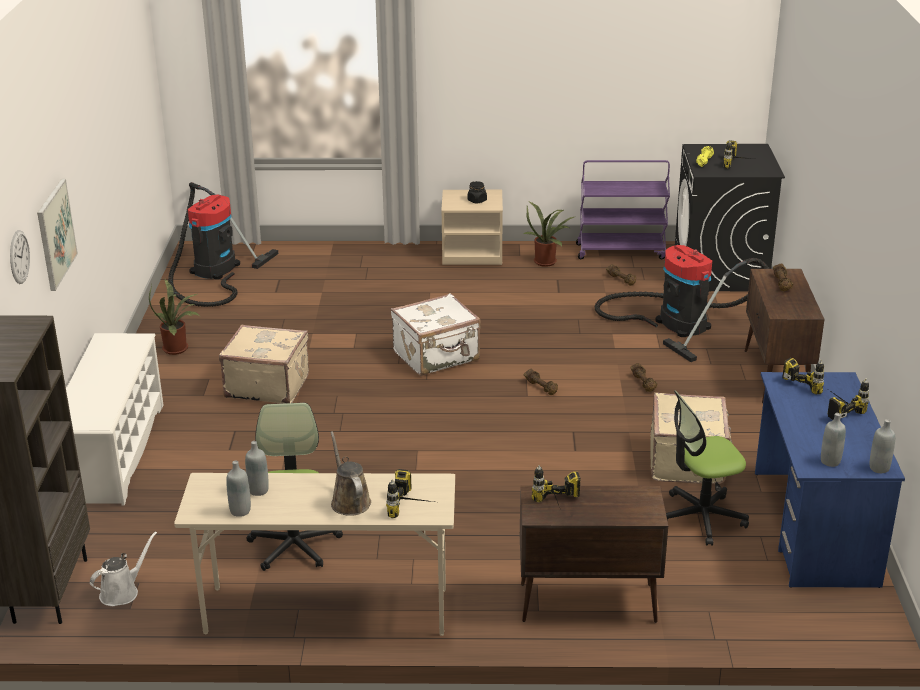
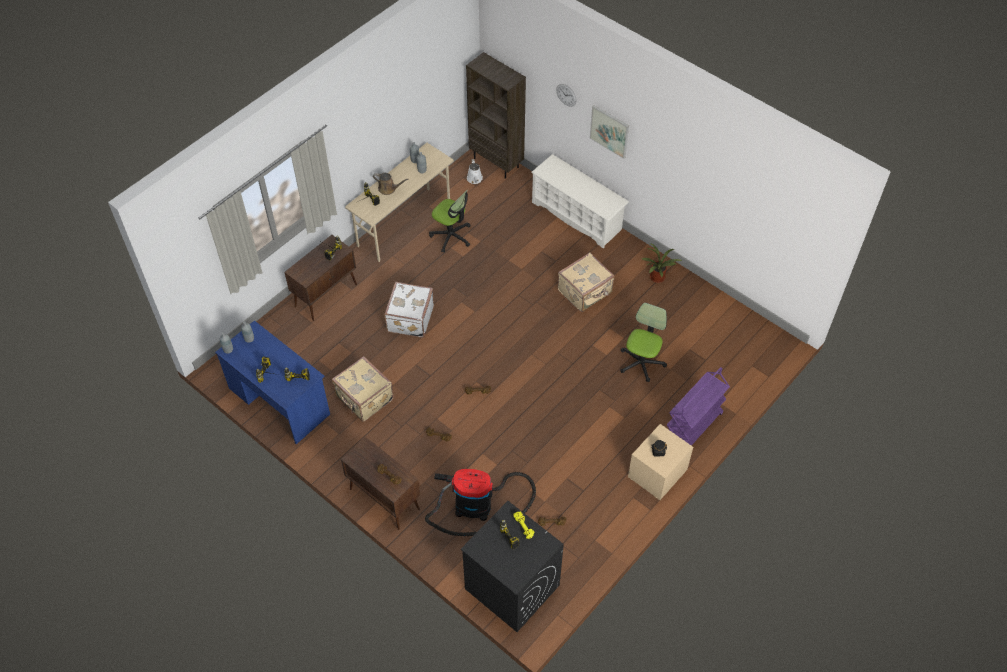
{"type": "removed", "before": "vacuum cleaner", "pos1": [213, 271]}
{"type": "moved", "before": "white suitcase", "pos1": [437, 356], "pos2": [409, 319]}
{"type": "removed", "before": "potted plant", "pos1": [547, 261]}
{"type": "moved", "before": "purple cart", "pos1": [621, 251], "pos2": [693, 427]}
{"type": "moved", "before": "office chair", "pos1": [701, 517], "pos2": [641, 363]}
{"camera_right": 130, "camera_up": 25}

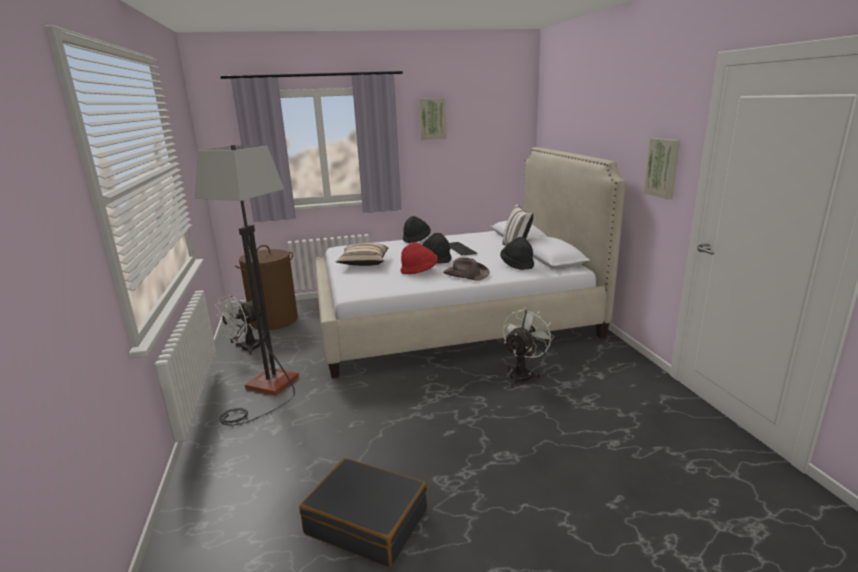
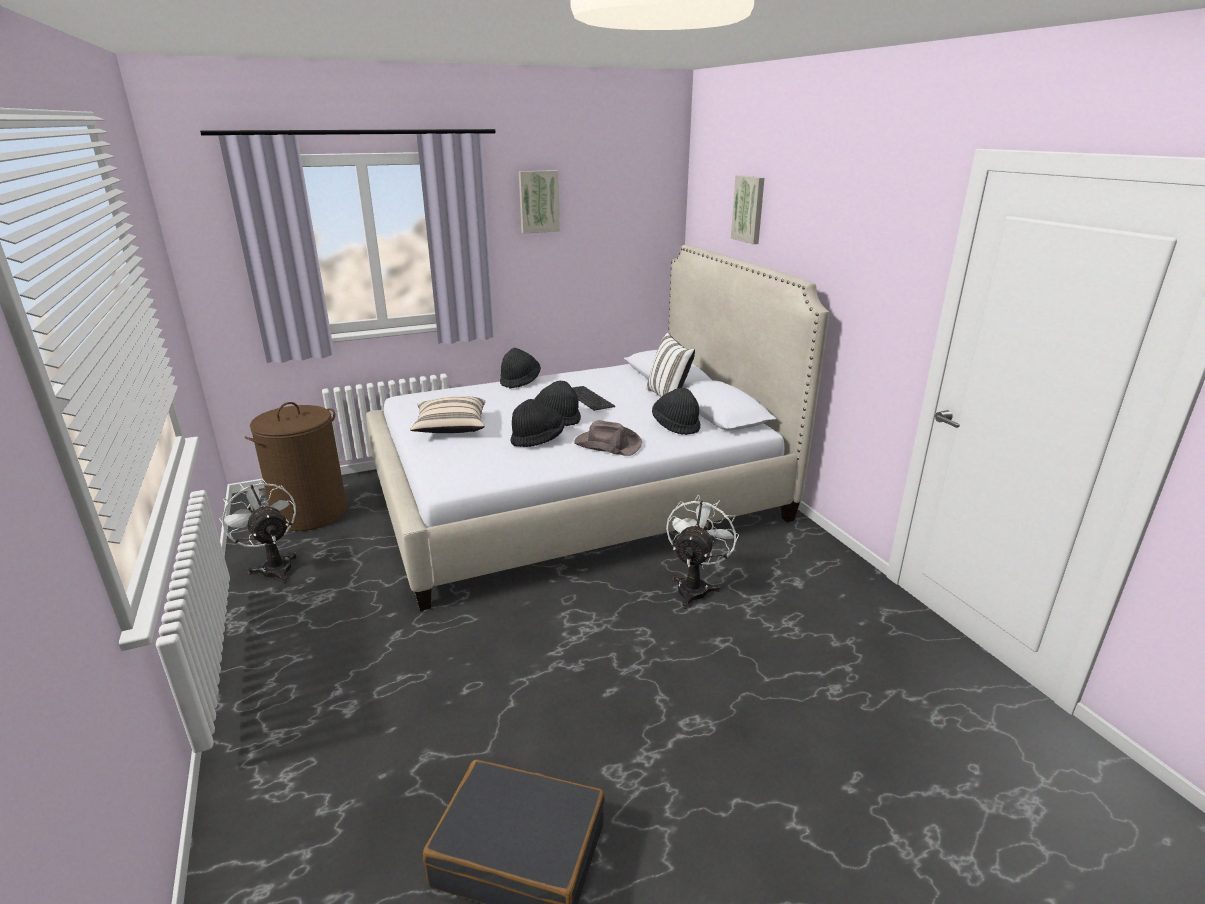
{"type": "removed", "before": "floor lamp", "pos1": [267, 390]}
{"type": "turned", "before": "white fan", "pos1": [246, 349], "pos2": [274, 566], "turn": 105}
{"type": "recoloured", "before": "red hat", "after": "black hat", "pos1": [419, 271], "pos2": [538, 440]}
{"type": "moved", "before": "picture", "pos1": [663, 168], "pos2": [749, 209]}
{"camera_right": -10, "camera_up": 5}

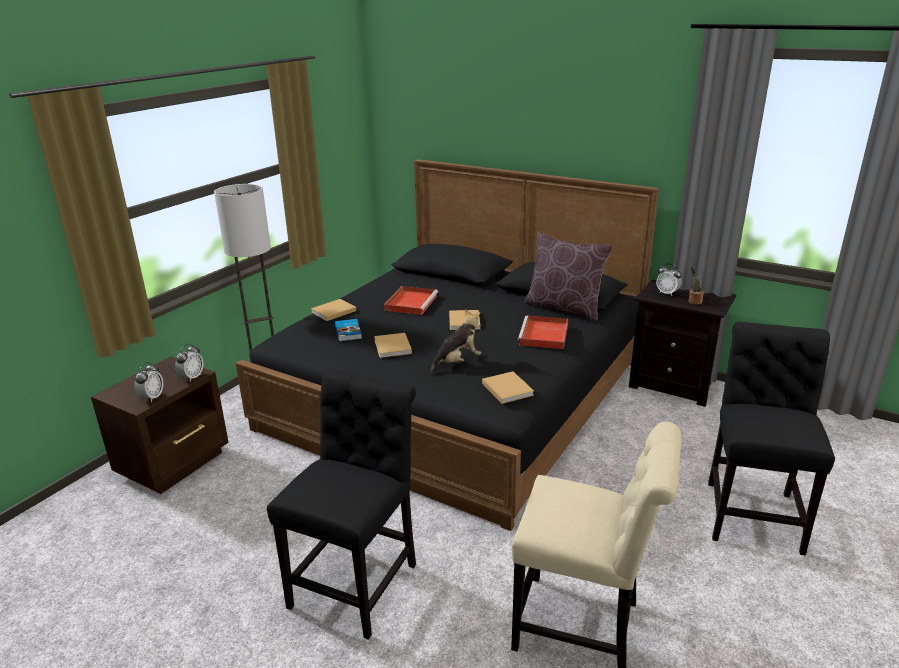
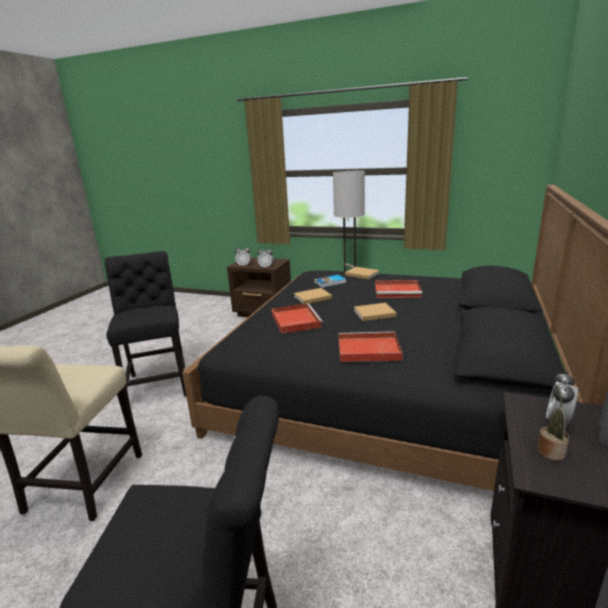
{"type": "turned", "before": "black chair", "pos1": [358, 581], "pos2": [158, 383], "turn": -120}
{"type": "replaced", "before": "plush toy", "after": "red tray", "pos1": [457, 362], "pos2": [295, 320]}
{"type": "removed", "before": "beige book", "pos1": [506, 388]}
{"type": "removed", "before": "brown pillow", "pos1": [564, 307]}
{"camera_right": 80, "camera_up": -5}

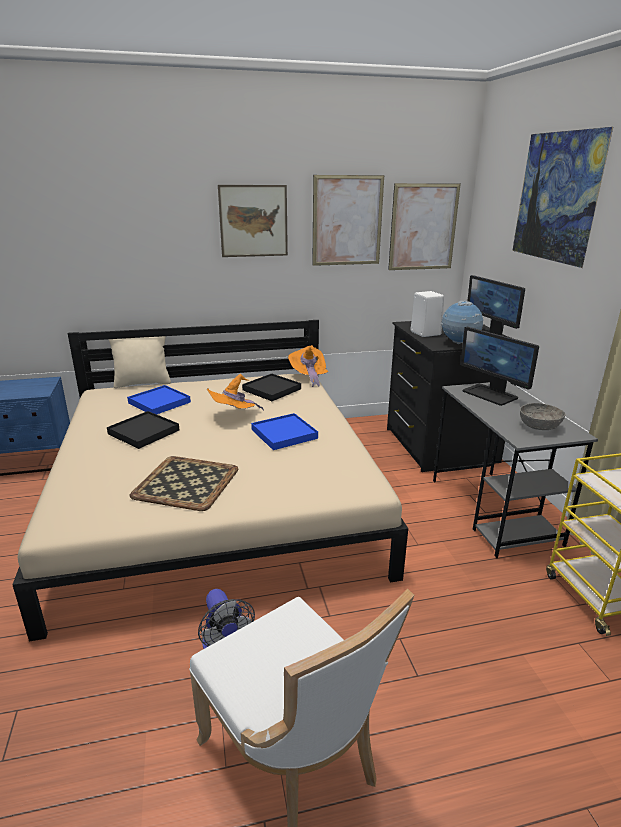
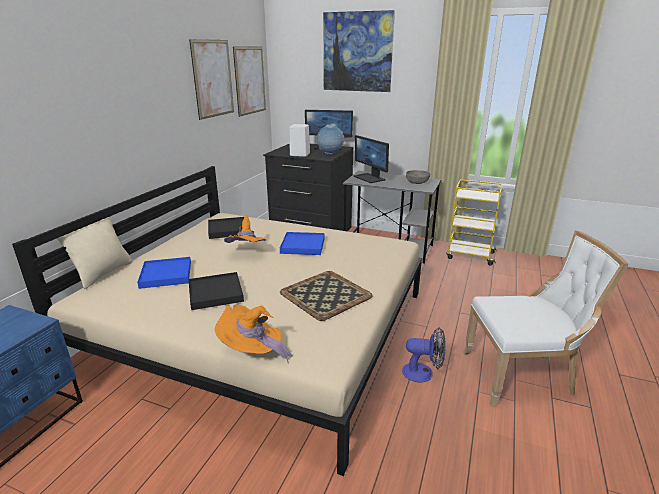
{"type": "removed", "before": "picture", "pos1": [253, 221]}
{"type": "moved", "before": "orange hat", "pos1": [308, 377], "pos2": [253, 351]}
{"type": "turned", "before": "monitor", "pos1": [490, 394], "pos2": [369, 178], "turn": 60}
{"camera_right": -55, "camera_up": 0}

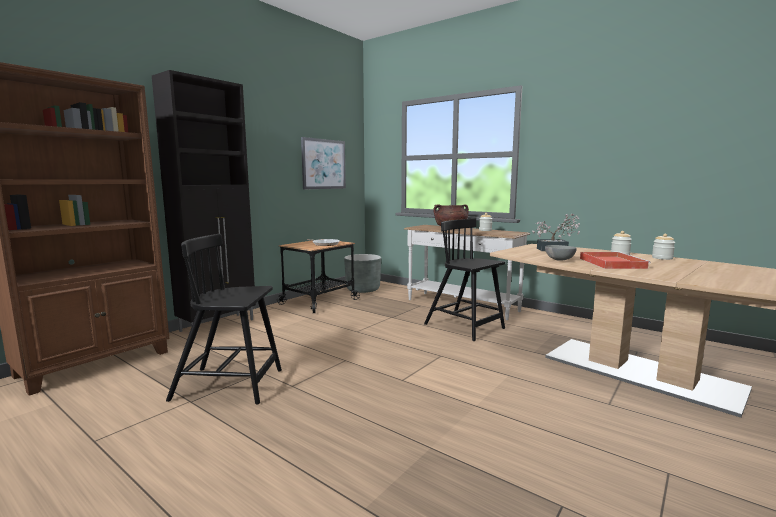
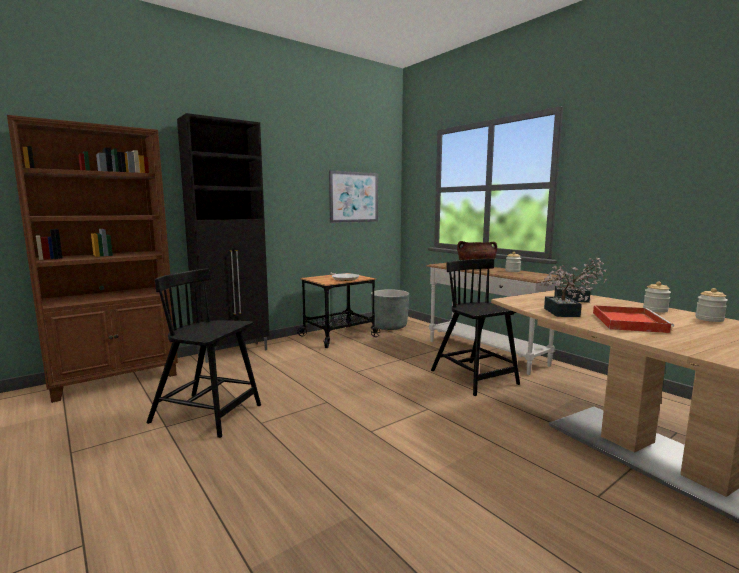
{"type": "replaced", "before": "grey bowl", "after": "potted plant", "pos1": [558, 260], "pos2": [562, 313]}
{"camera_right": 15, "camera_up": 0}

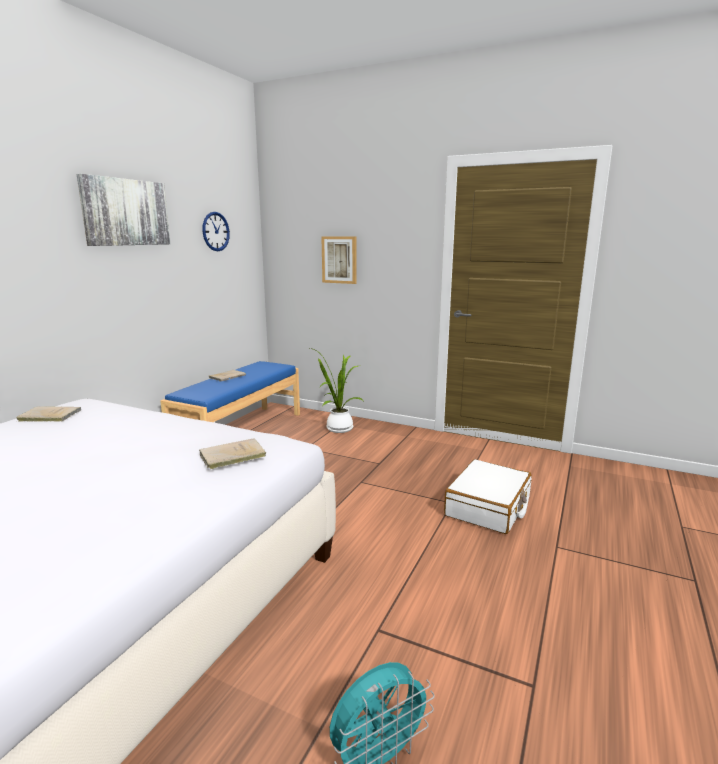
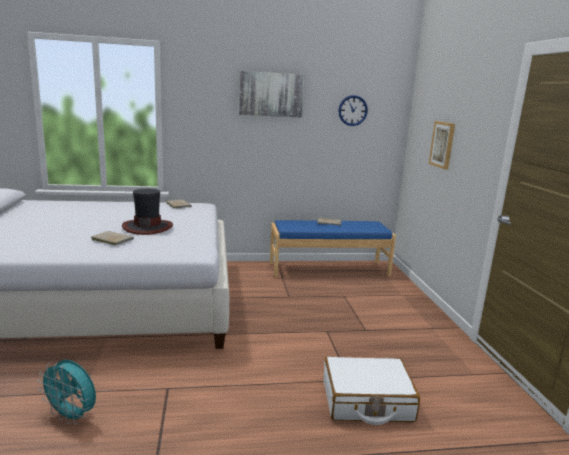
{"type": "moved", "before": "beige book", "pos1": [230, 456], "pos2": [111, 239]}
{"type": "removed", "before": "potted plant", "pos1": [337, 428]}
{"type": "added", "after": "hat", "pos2": [147, 227]}
{"camera_right": 55, "camera_up": 0}

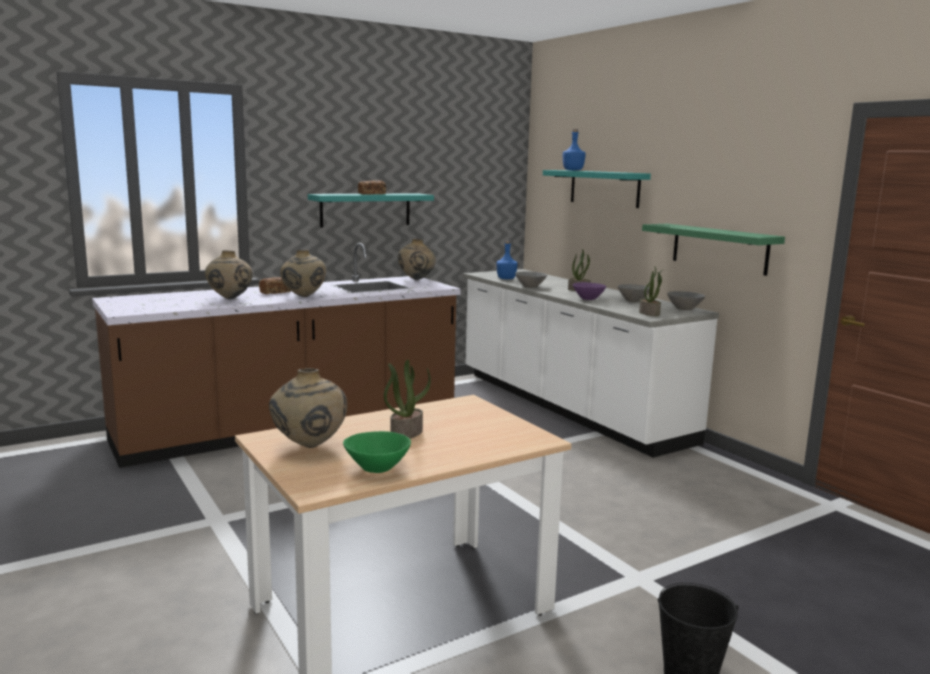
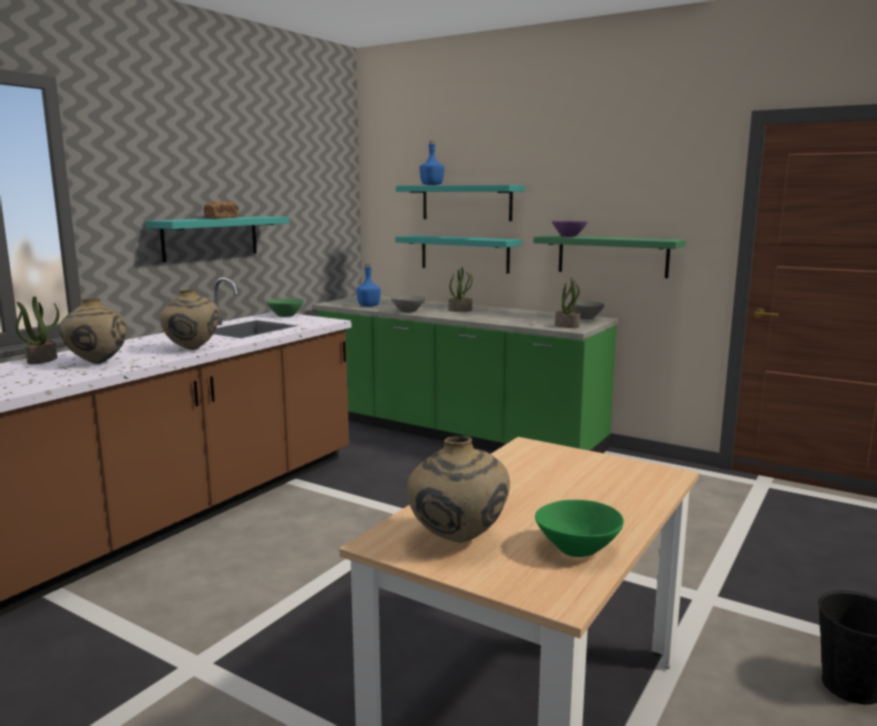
{"type": "removed", "before": "bread", "pos1": [275, 292]}
{"type": "moved", "before": "potted plant", "pos1": [406, 433], "pos2": [42, 360]}
{"type": "replaced", "before": "beige vase", "after": "green bowl", "pos1": [416, 279], "pos2": [285, 315]}
{"type": "recoloured", "before": "white counter", "after": "green counter", "pos1": [568, 406], "pos2": [455, 433]}
{"type": "moved", "before": "purple bowl", "pos1": [588, 298], "pos2": [568, 236]}
{"type": "removed", "before": "grey bowl", "pos1": [633, 300]}
{"type": "added", "after": "turquoise shelf", "pos2": [464, 253]}
{"camera_right": -25, "camera_up": 0}

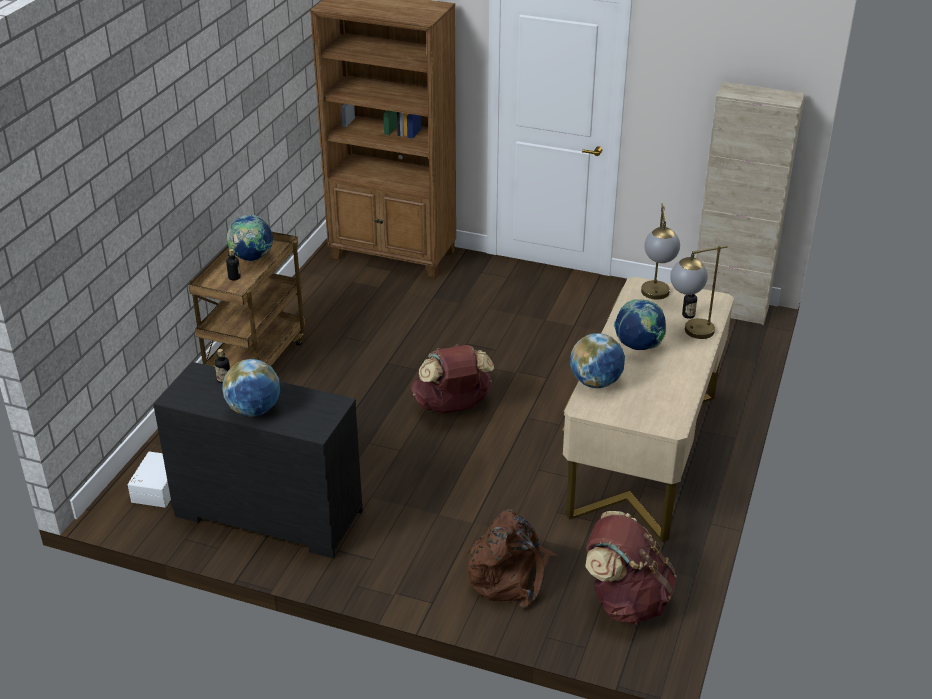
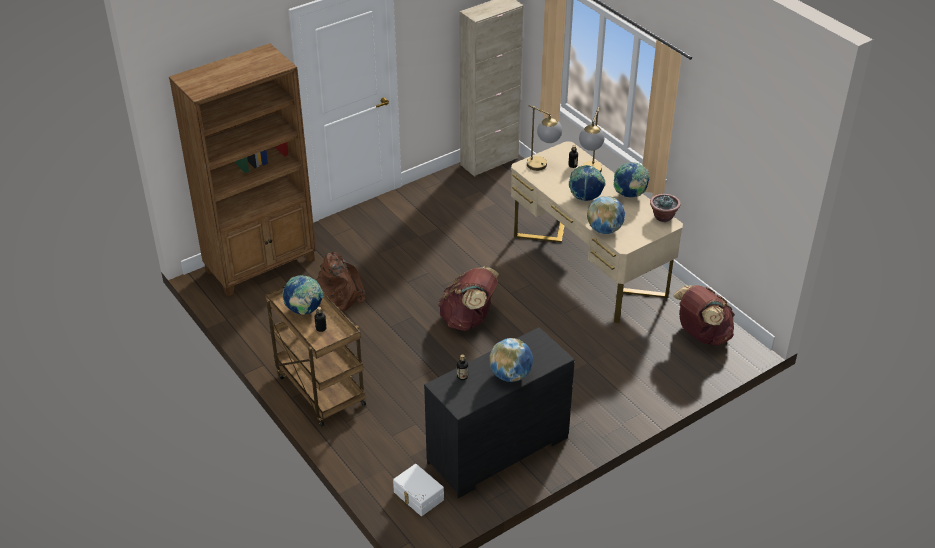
{"type": "moved", "before": "brown backpack", "pos1": [510, 575], "pos2": [335, 296]}
{"type": "added", "after": "globe", "pos2": [629, 195]}
{"type": "added", "after": "potted plant", "pos2": [663, 217]}
{"camera_right": -55, "camera_up": 5}

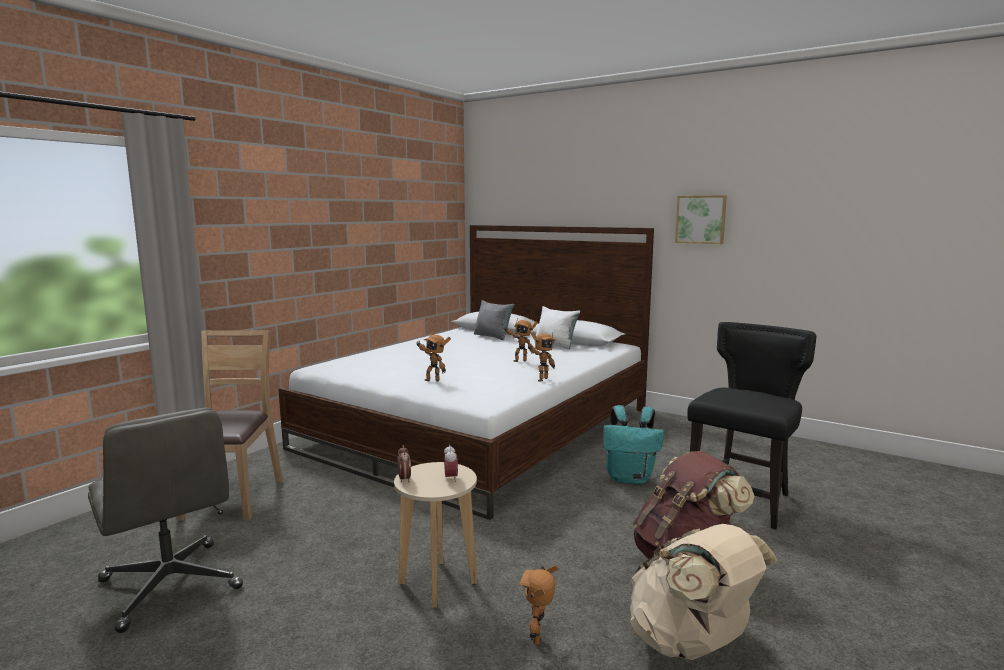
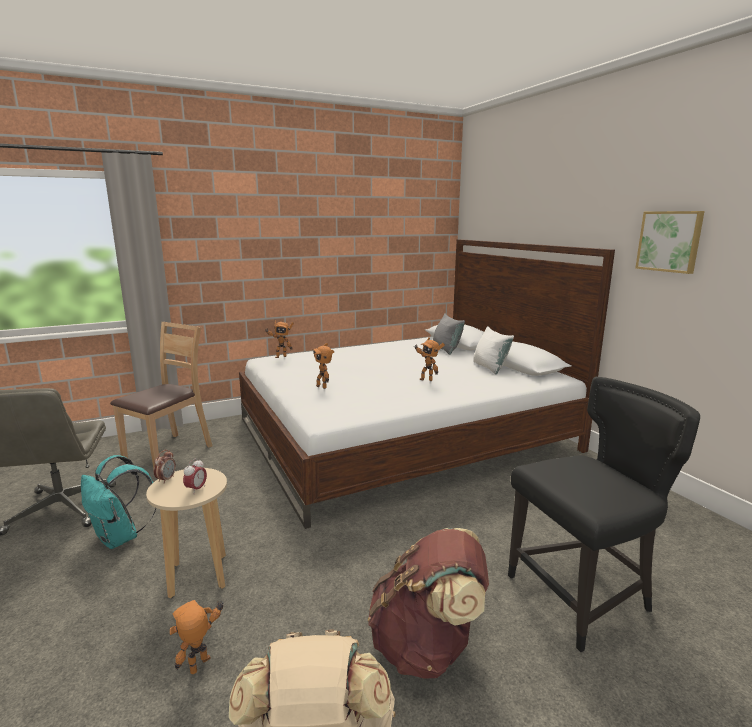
{"type": "moved", "before": "toy robot", "pos1": [541, 379], "pos2": [280, 356]}
{"type": "moved", "before": "turquoise backpack", "pos1": [630, 478], "pos2": [120, 538]}
{"camera_right": 30, "camera_up": 5}

